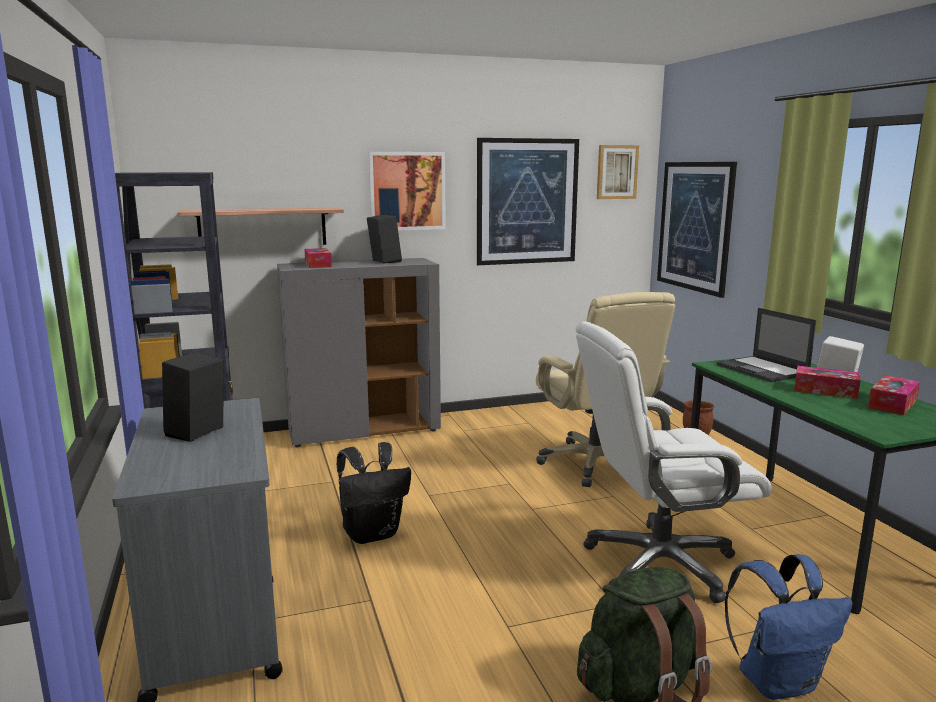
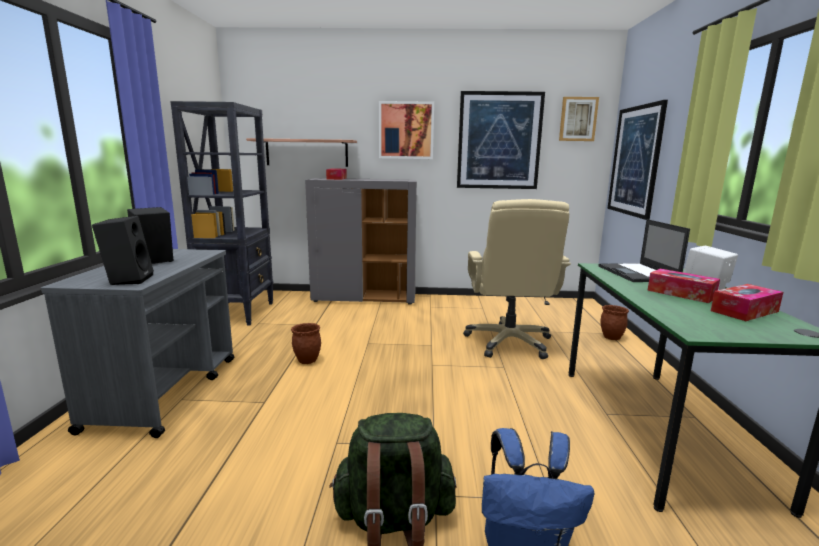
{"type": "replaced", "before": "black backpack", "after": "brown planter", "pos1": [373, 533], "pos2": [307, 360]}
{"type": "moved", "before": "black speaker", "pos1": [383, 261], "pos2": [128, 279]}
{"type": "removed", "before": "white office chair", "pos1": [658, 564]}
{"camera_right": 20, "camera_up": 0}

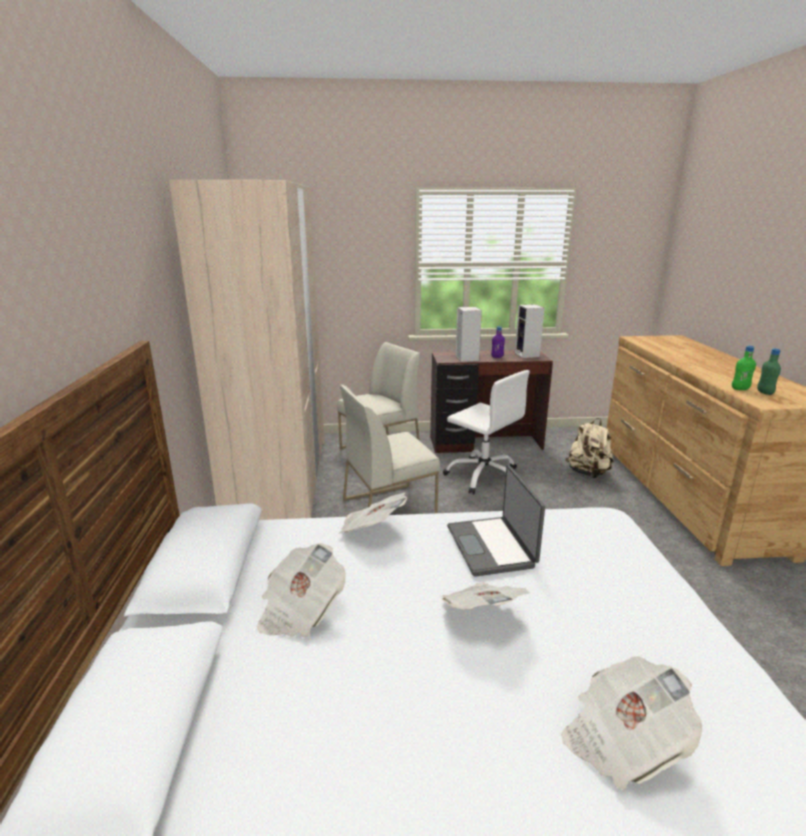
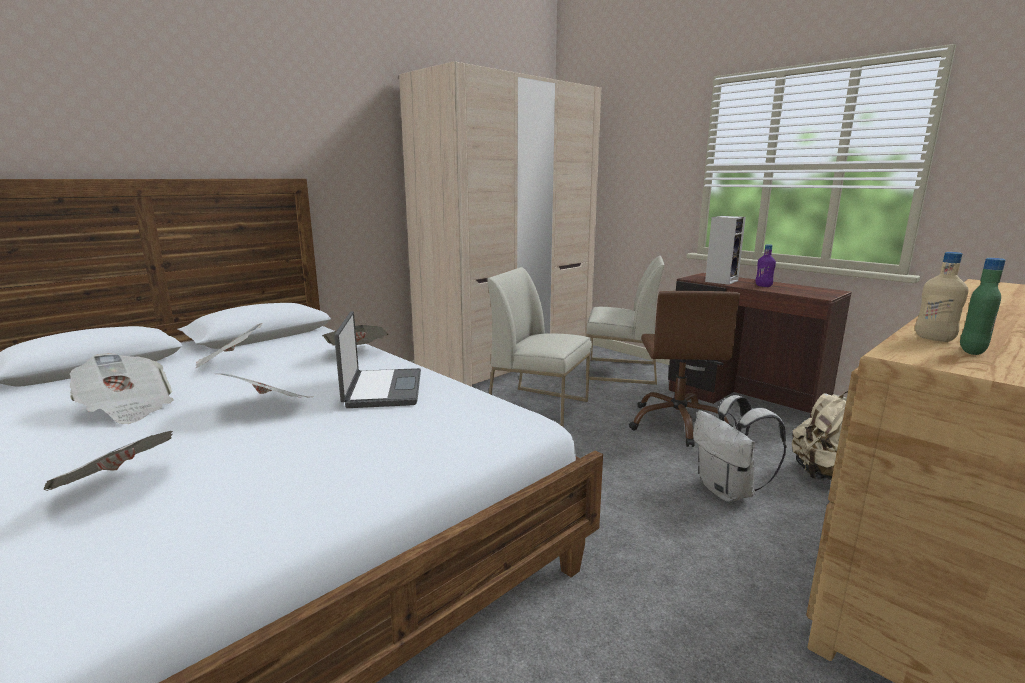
{"type": "recoloured", "before": "white office chair", "after": "brown office chair", "pos1": [484, 476], "pos2": [677, 423]}
{"type": "turned", "before": "laptop", "pos1": [492, 546], "pos2": [382, 389], "turn": 135}
{"type": "removed", "before": "speaker", "pos1": [527, 355]}
{"type": "recoloured", "before": "green bottle", "after": "beige bottle", "pos1": [740, 389], "pos2": [934, 338]}
{"type": "added", "after": "newspaper", "pos2": [127, 409]}
{"type": "added", "after": "white backpack", "pos2": [729, 492]}
{"camera_right": 50, "camera_up": -5}

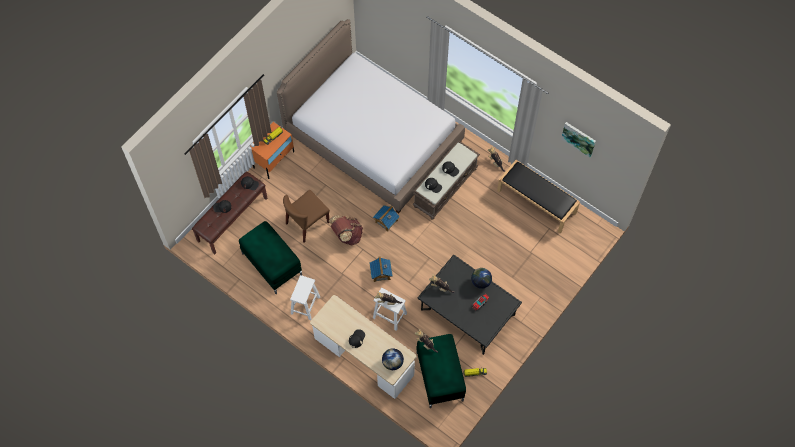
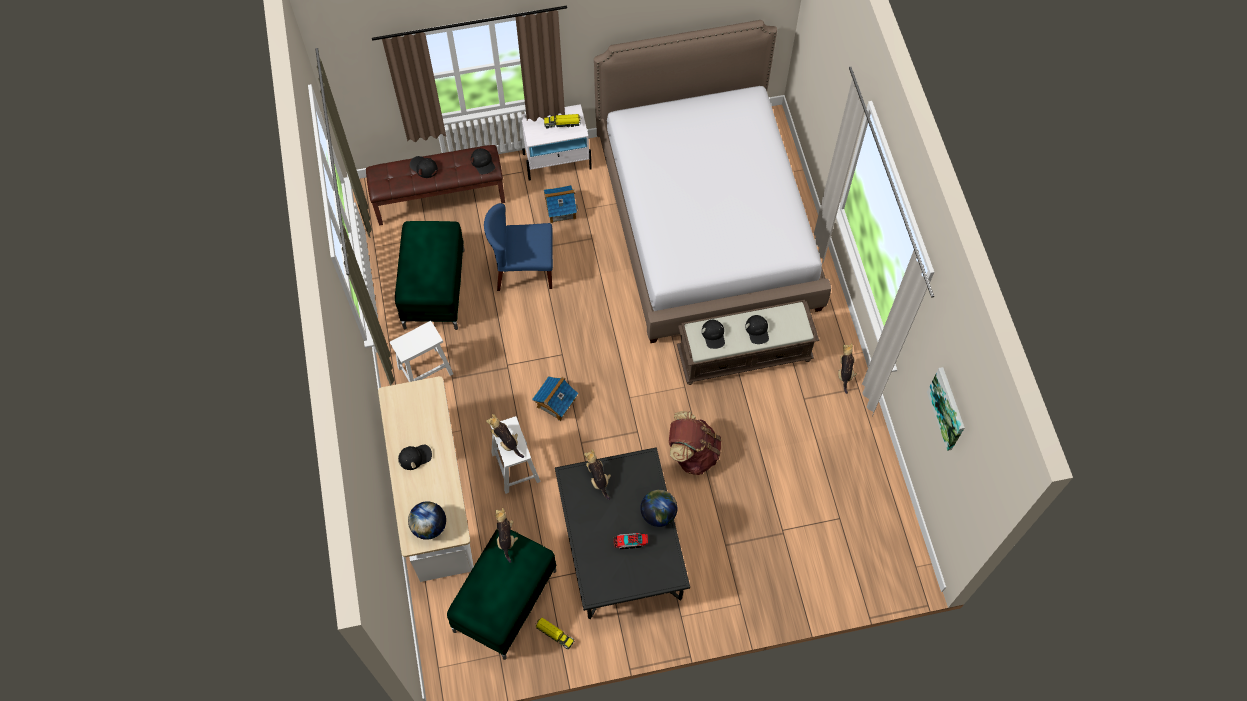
{"type": "recoloured", "before": "orange nightstand", "after": "white nightstand", "pos1": [274, 159], "pos2": [557, 161]}
{"type": "recoloured", "before": "brown chair", "after": "blue chair", "pos1": [307, 223], "pos2": [524, 269]}
{"type": "moved", "before": "brown backpack", "pos1": [347, 235], "pos2": [692, 453]}
{"type": "moved", "before": "toy house", "pos1": [386, 221], "pos2": [560, 210]}
{"type": "removed", "before": "black bench", "pos1": [537, 202]}
{"camera_right": 40, "camera_up": 0}

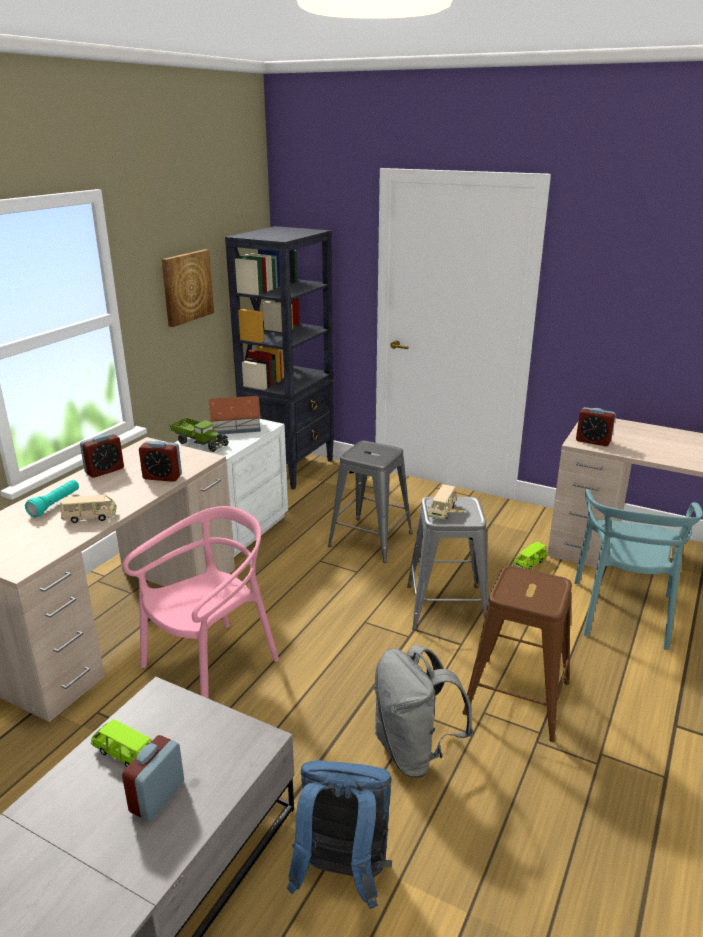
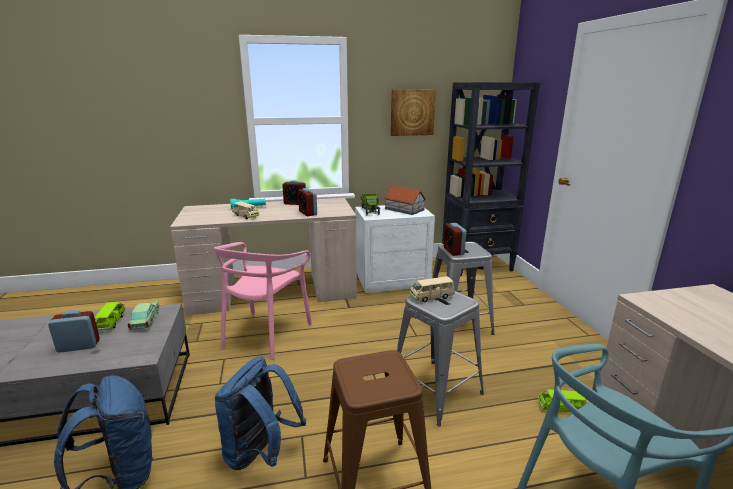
{"type": "turned", "before": "pink chair", "pos1": [211, 667], "pos2": [266, 334], "turn": 105}
{"type": "recoloured", "before": "grey backpack", "after": "blue backpack", "pos1": [414, 751], "pos2": [260, 453]}
{"type": "moved", "before": "alarm clock", "pos1": [593, 441], "pos2": [453, 251]}
{"type": "added", "after": "toy car", "pos2": [145, 320]}
{"camera_right": 50, "camera_up": -5}

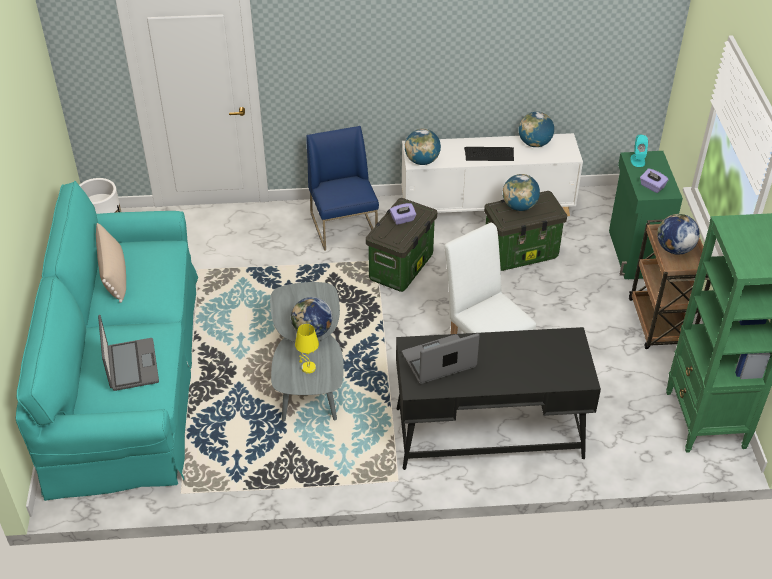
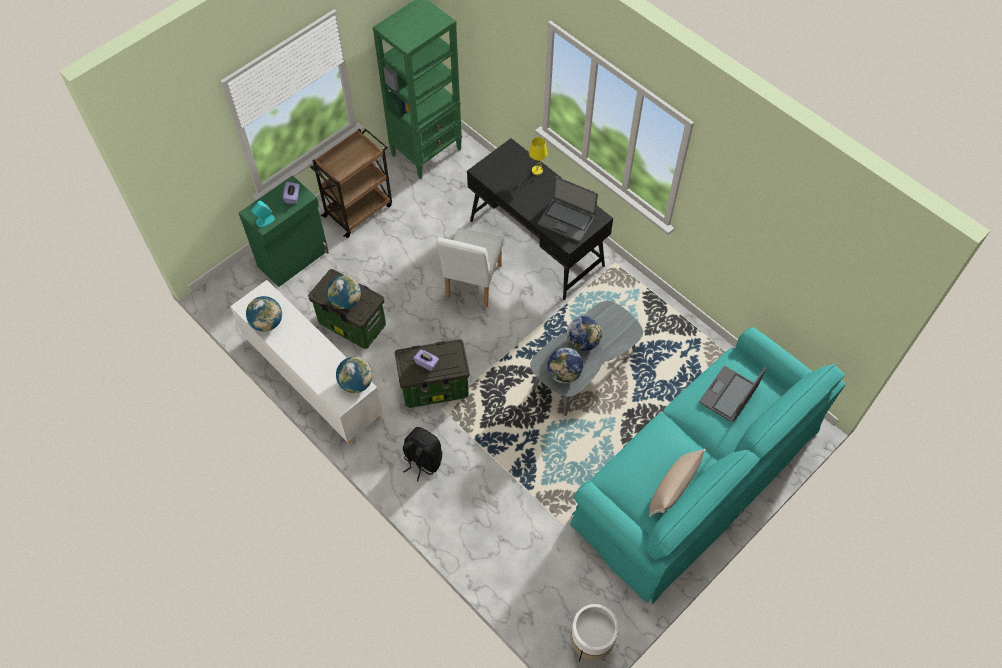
{"type": "moved", "before": "yellow table lamp", "pos1": [308, 368], "pos2": [537, 171]}
{"type": "replaced", "before": "blue chair", "after": "black backpack", "pos1": [344, 227], "pos2": [422, 461]}
{"type": "removed", "before": "keyboard", "pos1": [489, 154]}
{"type": "moved", "before": "globe", "pos1": [674, 249], "pos2": [564, 374]}
{"camera_right": -130, "camera_up": 15}

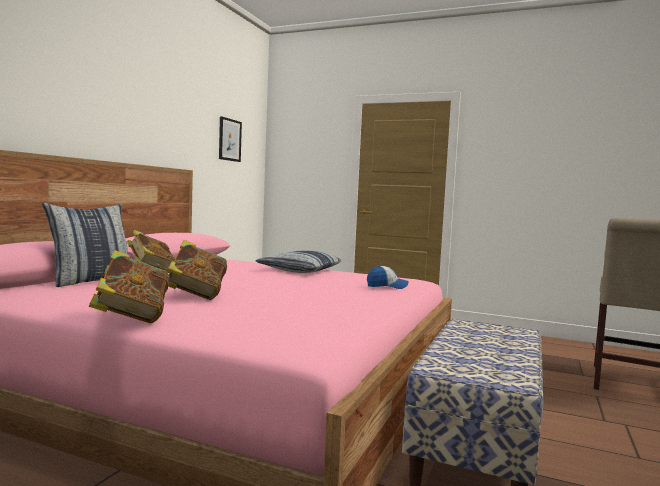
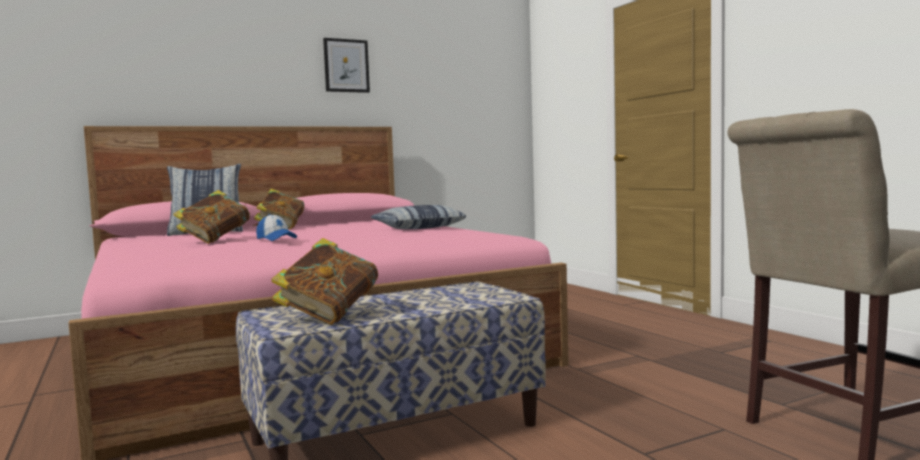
{"type": "moved", "before": "book", "pos1": [131, 317], "pos2": [328, 316]}
{"type": "moved", "before": "picture", "pos1": [229, 140], "pos2": [346, 65]}
{"type": "moved", "before": "cap", "pos1": [387, 286], "pos2": [276, 239]}
{"camera_right": 40, "camera_up": 0}

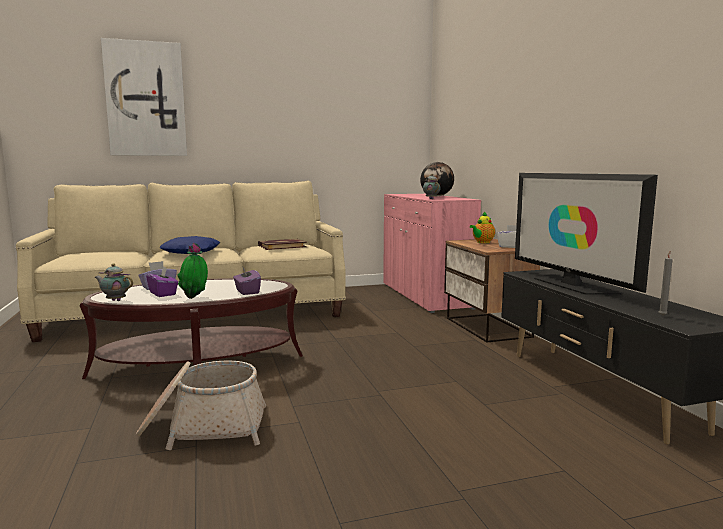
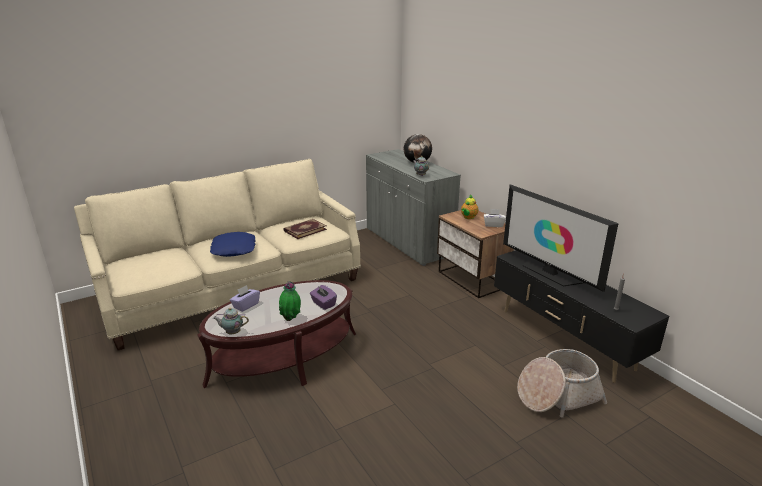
{"type": "removed", "before": "picture", "pos1": [145, 99]}
{"type": "moved", "before": "basket", "pos1": [204, 427], "pos2": [557, 395]}
{"type": "removed", "before": "purple tissue box", "pos1": [163, 293]}
{"type": "recoloured", "before": "pink cabinet", "after": "grey cabinet", "pos1": [425, 296], "pos2": [408, 242]}
{"camera_right": -15, "camera_up": 15}

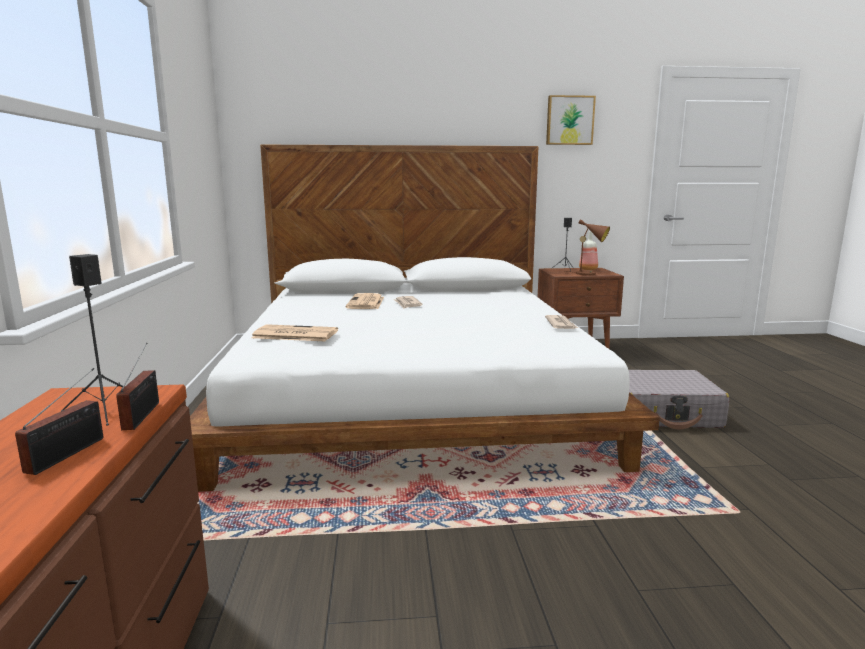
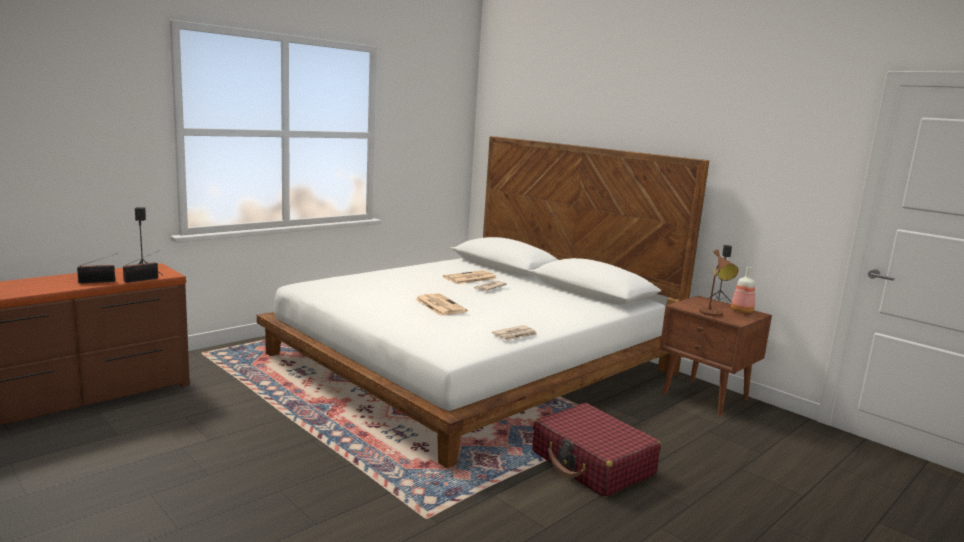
{"type": "moved", "before": "newspaper", "pos1": [294, 334], "pos2": [439, 305]}
{"type": "removed", "before": "picture", "pos1": [569, 120]}
{"type": "recoloured", "before": "grey suitcase", "after": "red suitcase", "pos1": [662, 413], "pos2": [592, 463]}
{"camera_right": 50, "camera_up": 0}

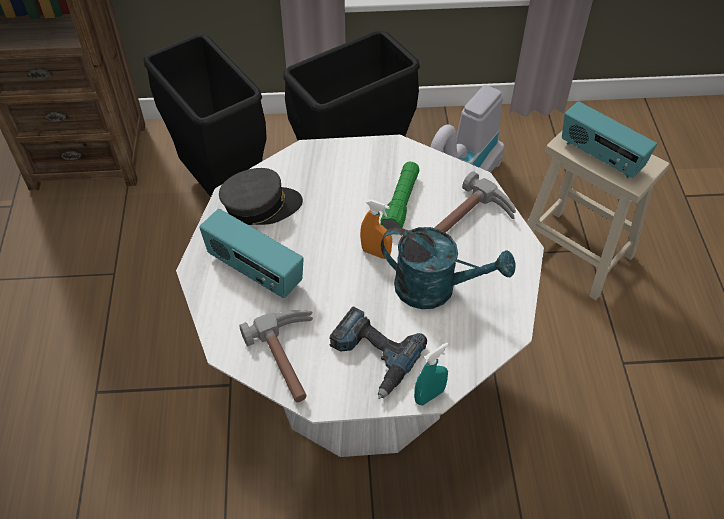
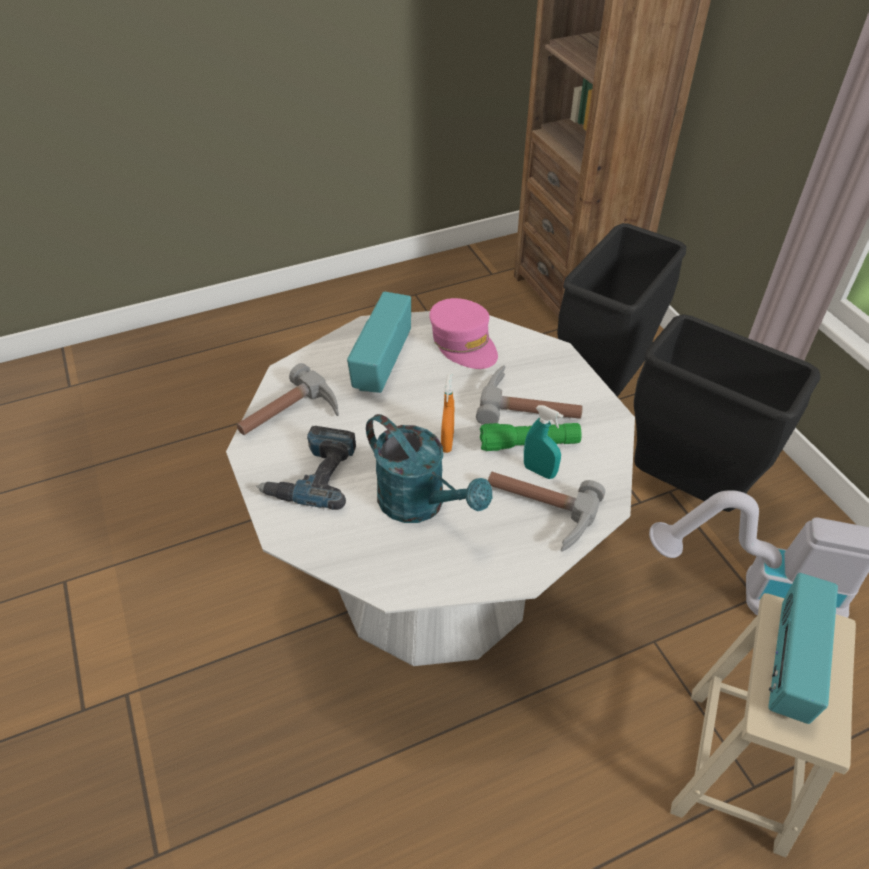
{"type": "recoloured", "before": "grey cap", "after": "pink cap", "pos1": [261, 206], "pos2": [463, 343]}
{"type": "turned", "before": "turquoise watering can", "pos1": [436, 289], "pos2": [421, 504], "turn": -45}
{"type": "moved", "before": "turquoise spray bottle", "pos1": [429, 395], "pos2": [539, 471]}
{"type": "added", "after": "hammer", "pos2": [530, 405]}
{"camera_right": 70, "camera_up": -5}

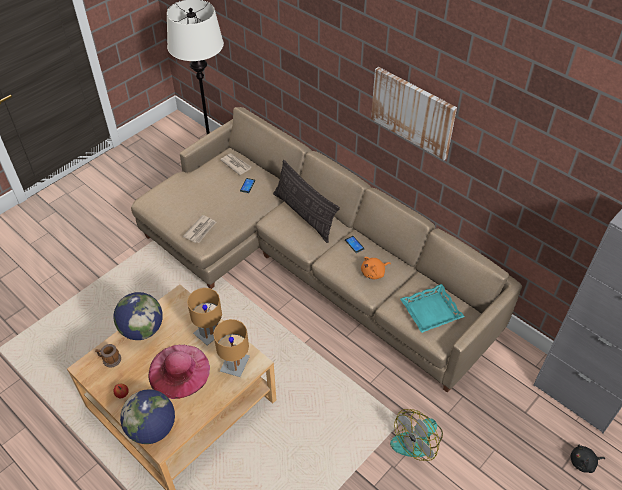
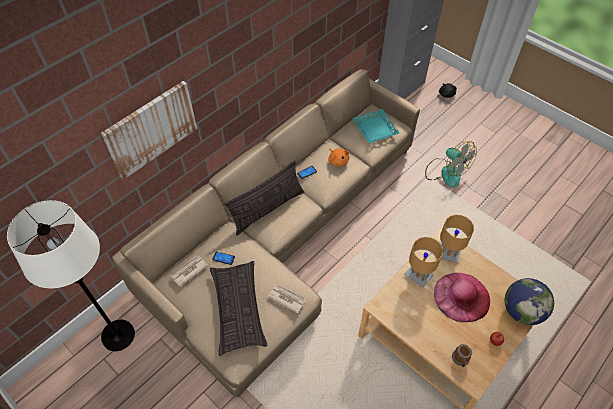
{"type": "removed", "before": "globe", "pos1": [142, 329]}
{"type": "moved", "before": "picture", "pos1": [413, 112], "pos2": [151, 129]}
{"type": "added", "after": "pillow", "pos2": [238, 309]}
{"camera_right": -90, "camera_up": 5}

